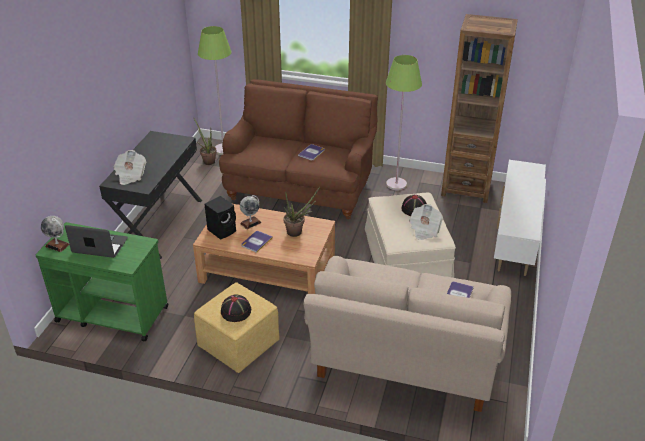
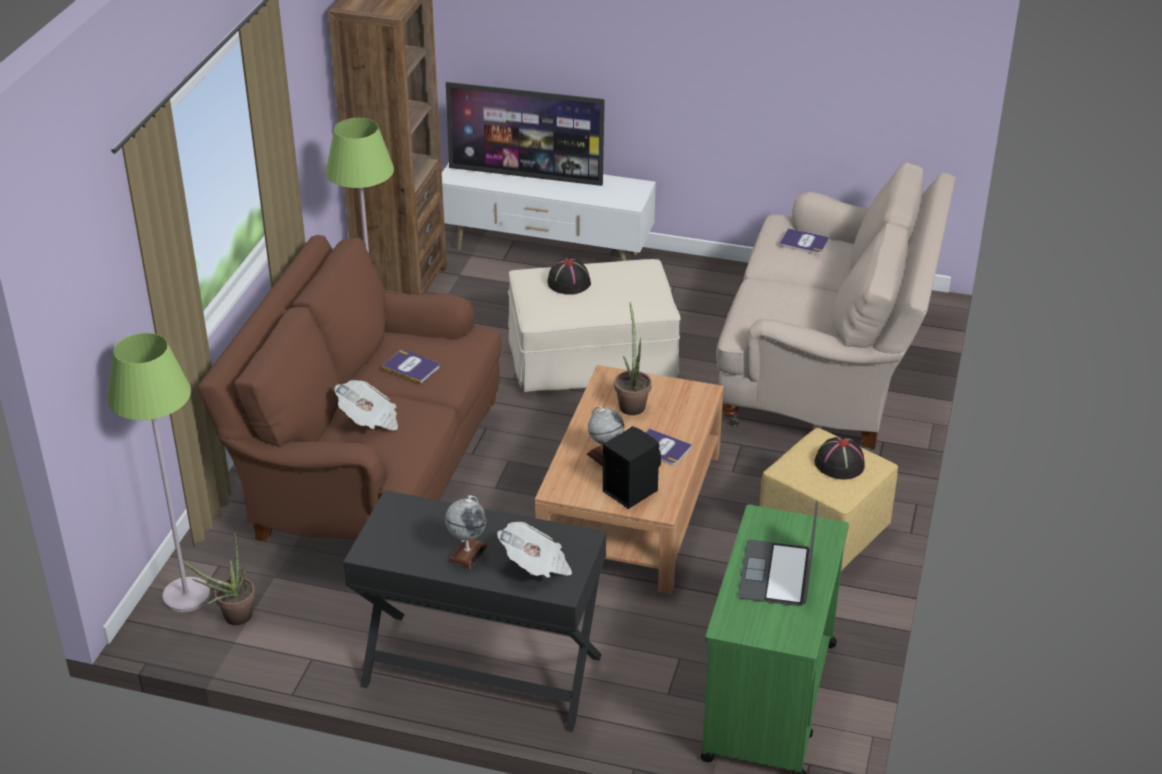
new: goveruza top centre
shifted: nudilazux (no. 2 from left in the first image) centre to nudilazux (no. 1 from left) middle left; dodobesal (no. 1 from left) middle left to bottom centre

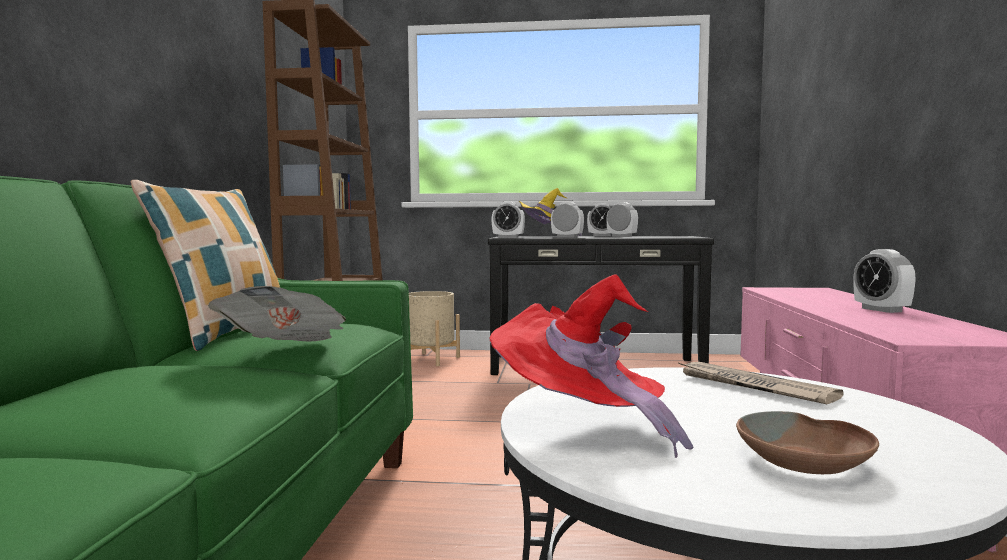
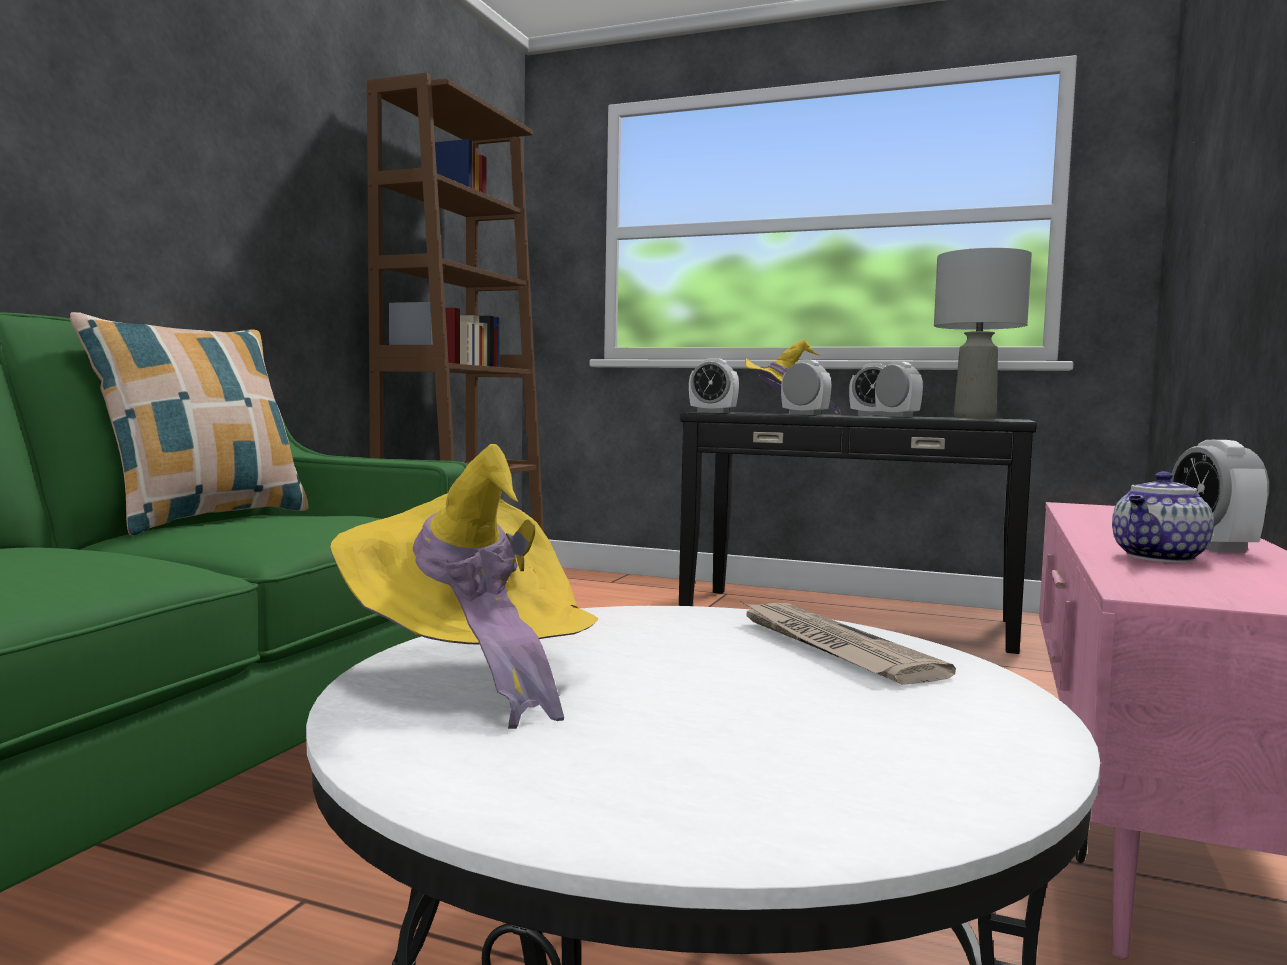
gone: nudilazux (no. 1 from left) middle left; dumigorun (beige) centre; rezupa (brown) bottom right
new: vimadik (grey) middle right; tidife middle right
repainted: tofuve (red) centre to tofuve (yellow) (no. 1 from left) centre

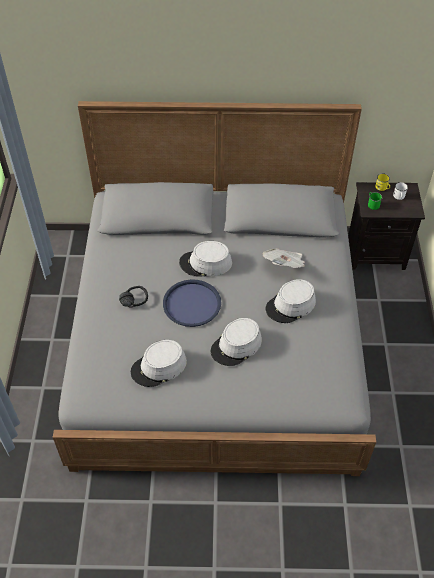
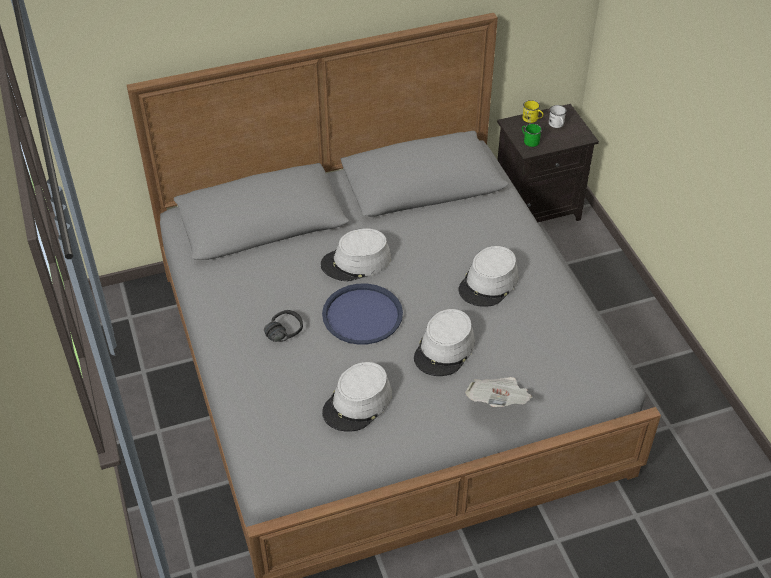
shifted: nudilazux centre to bottom centre

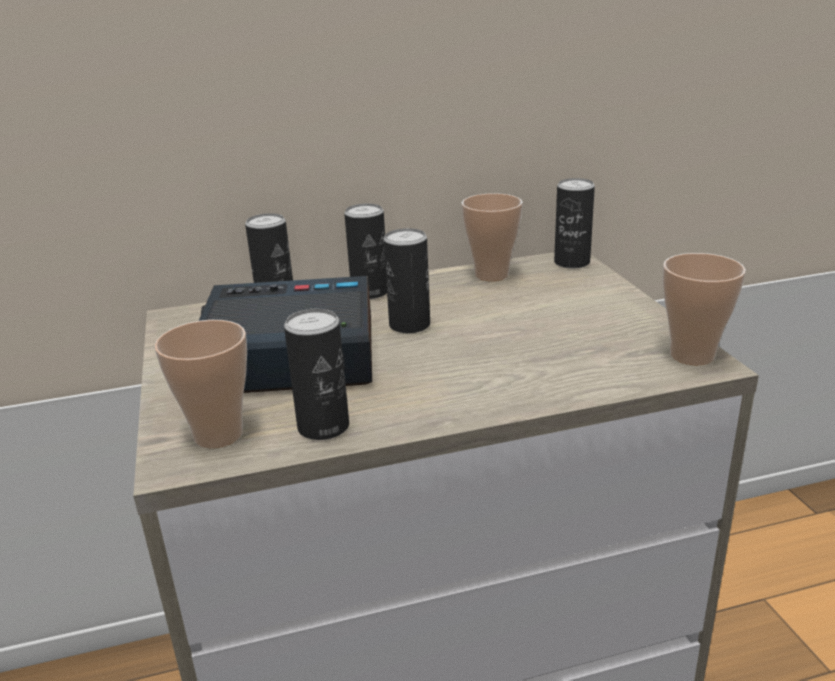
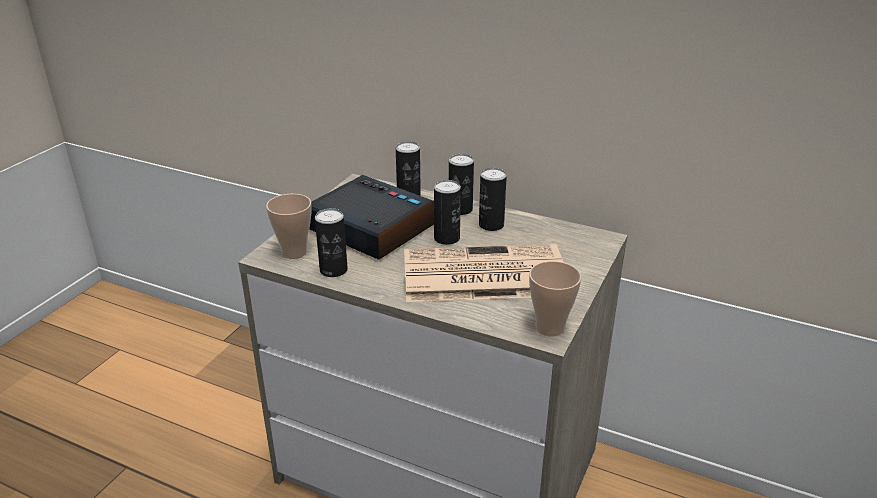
gone: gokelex (no. 2 from left) centre
new: nudilazux centre
shifted: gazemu (no. 5 from left) top right to centre

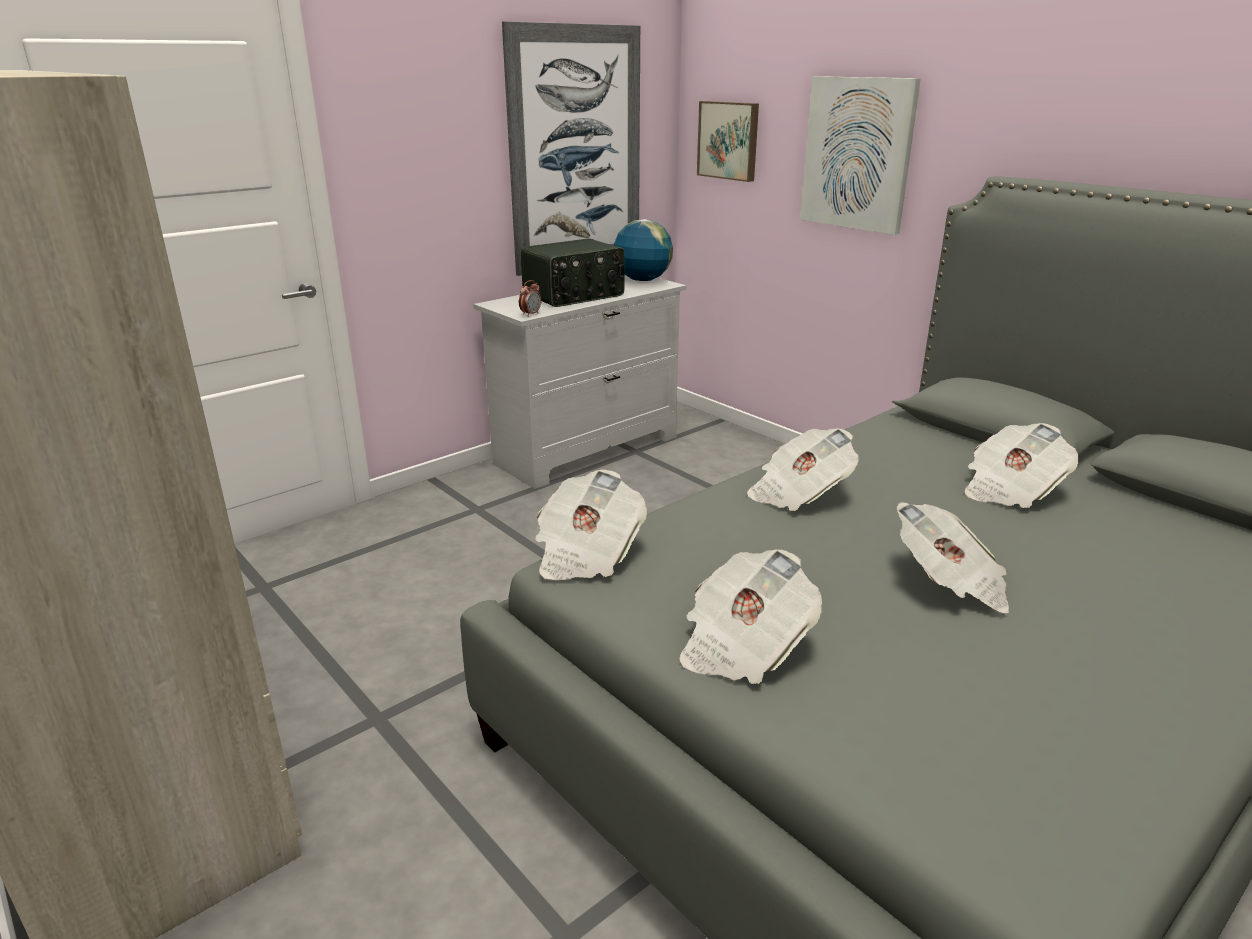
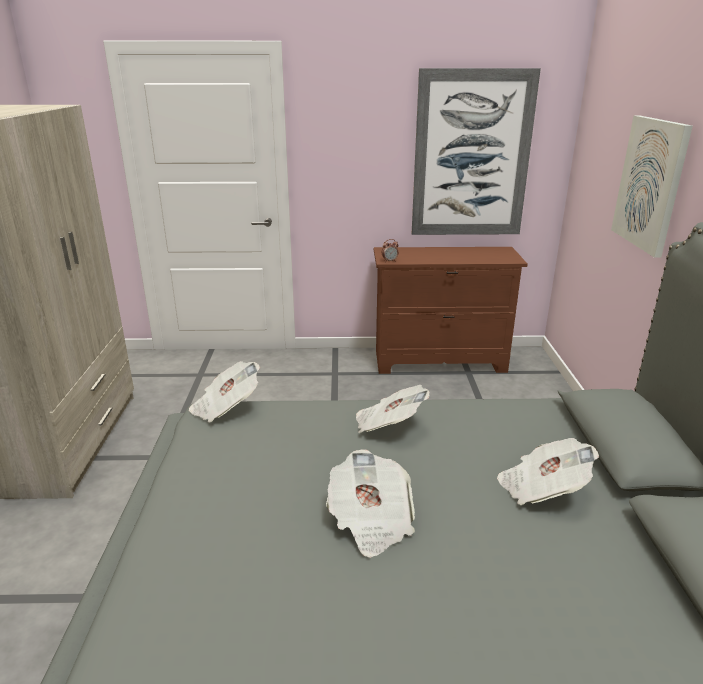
gone: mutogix (no. 2 from left) top centre; dodobesal top centre; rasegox top centre; nudilazux (no. 2 from left) centre
repainted: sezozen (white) centre to sezozen (brown) centre

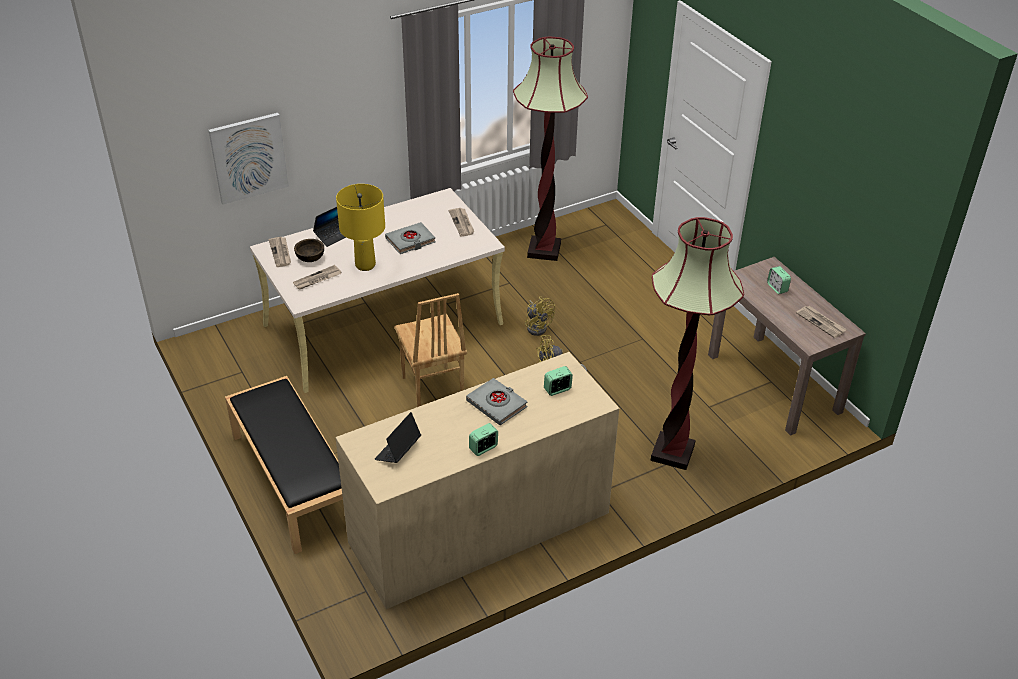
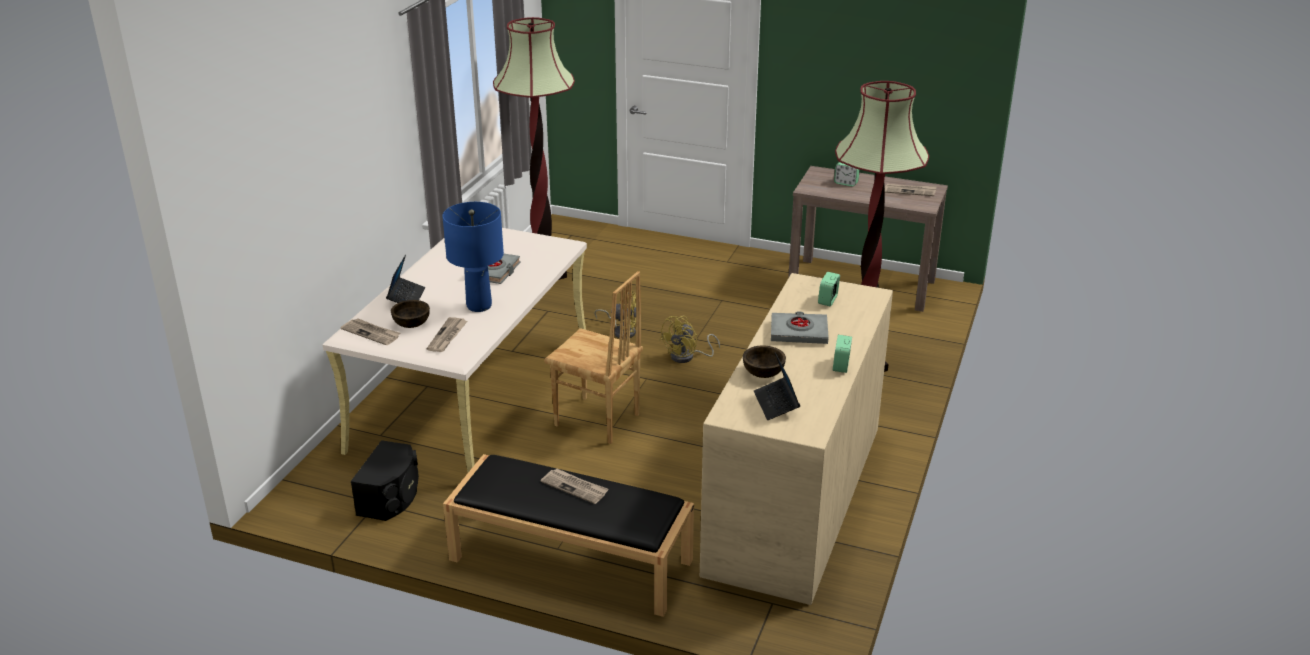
gone: mutogix top left
new: rezupa (brown) (no. 2 from left) centre; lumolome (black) bottom left
shifted: nudilazux (no. 3 from left) top centre to bottom centre
repainted: vimadik (yellow) centre to vimadik (blue) centre

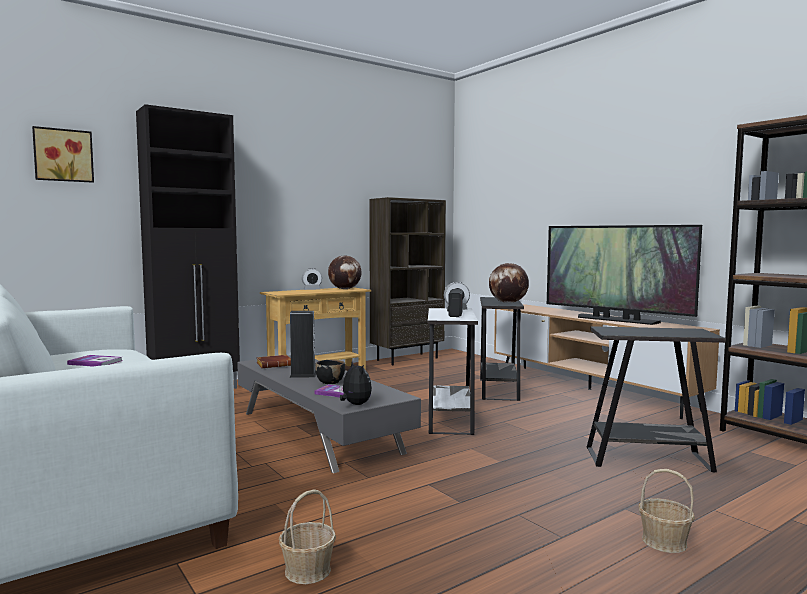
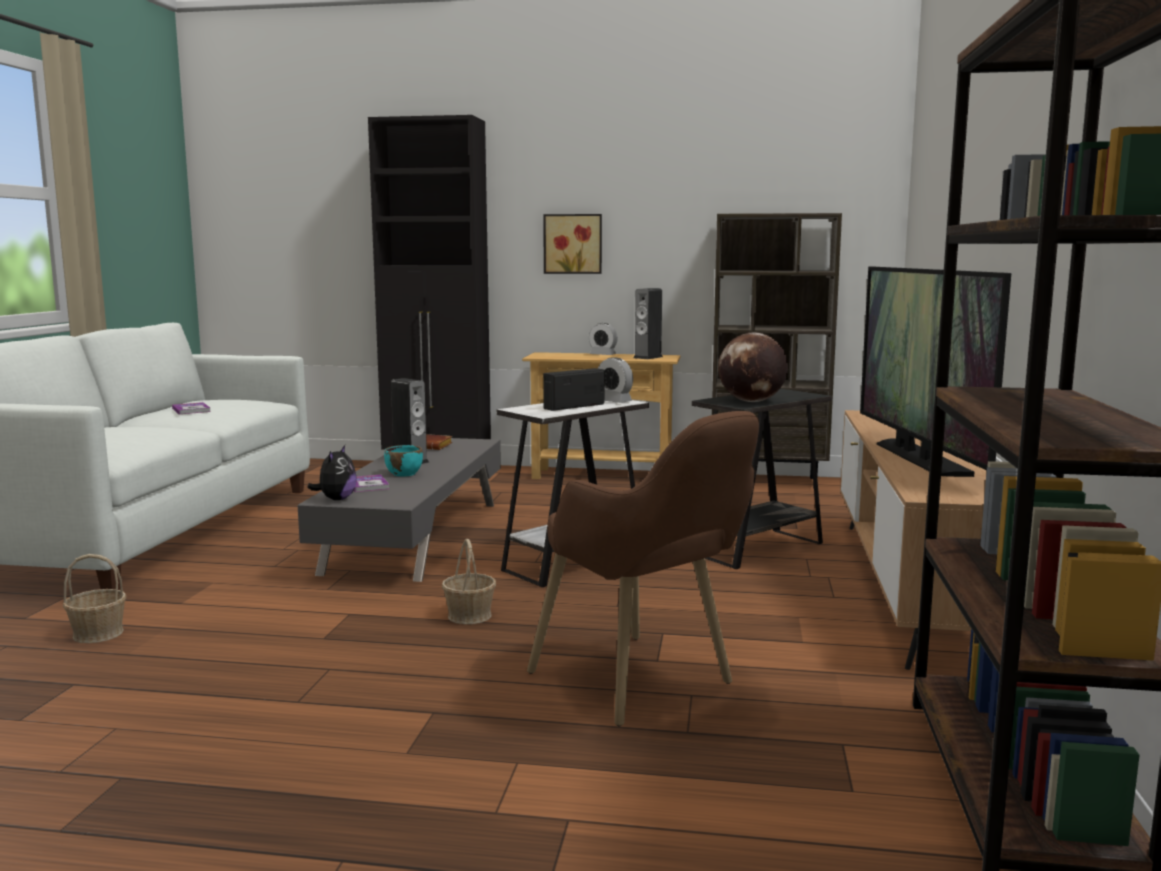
shifted: mutogix top left to top centre; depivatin (no. 2 from left) bottom right to bottom centre
swapped: dodobesal (no. 1 from left) centre to lumolome (no. 2 from left) centre; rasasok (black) (no. 2 from left) bottom right to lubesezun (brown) centre
repainted: rezupa (black) centre to rezupa (turquoise) centre

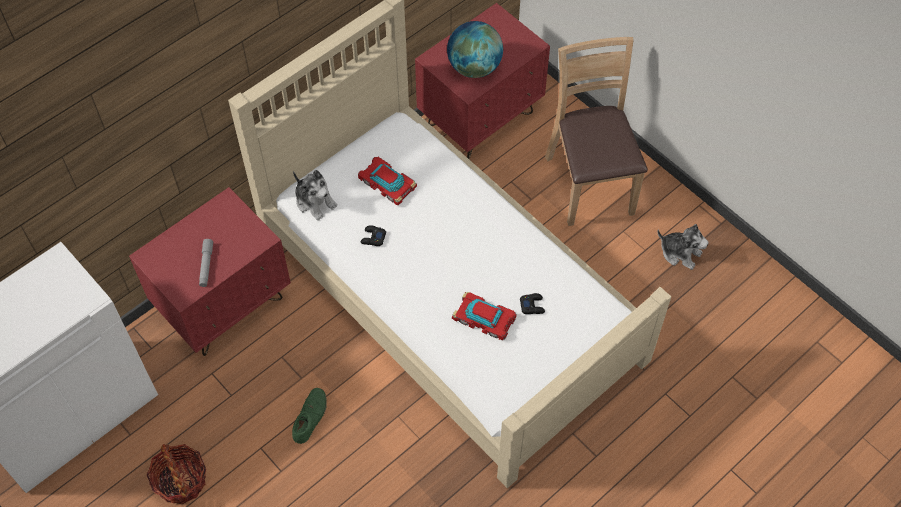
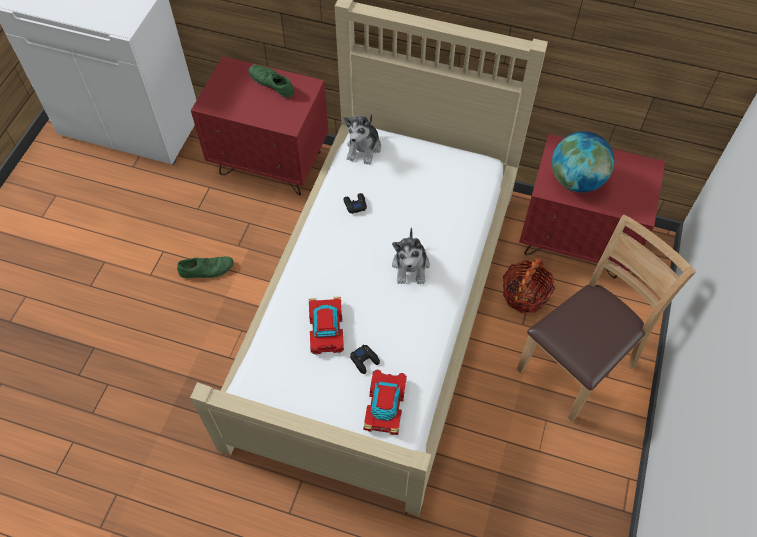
gone: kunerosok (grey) middle left
new: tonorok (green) (no. 2 from left) top centre
shifted: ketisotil (no. 1 from left in the first image) centre to ketisotil (no. 2 from left) bottom centre; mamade (no. 2 from left) middle right to centre; depivatin bottom left to middle right

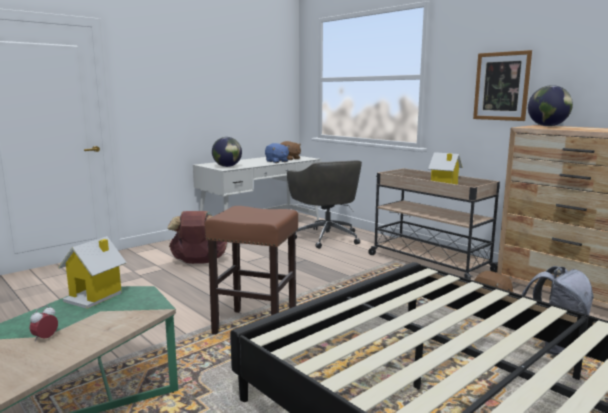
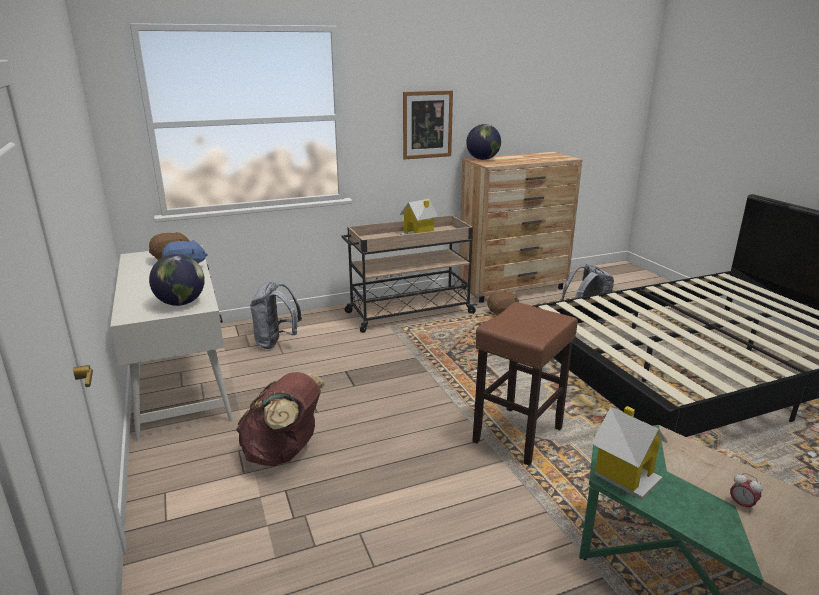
swapped: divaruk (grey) centre to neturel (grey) (no. 1 from left) centre

